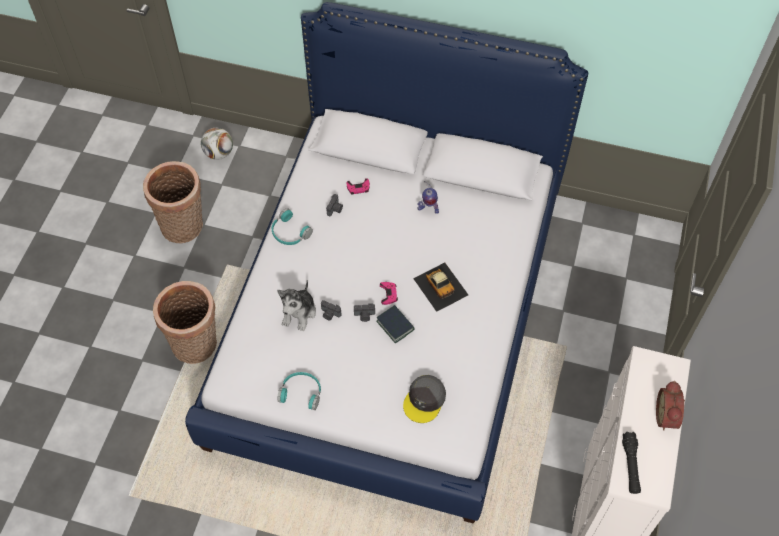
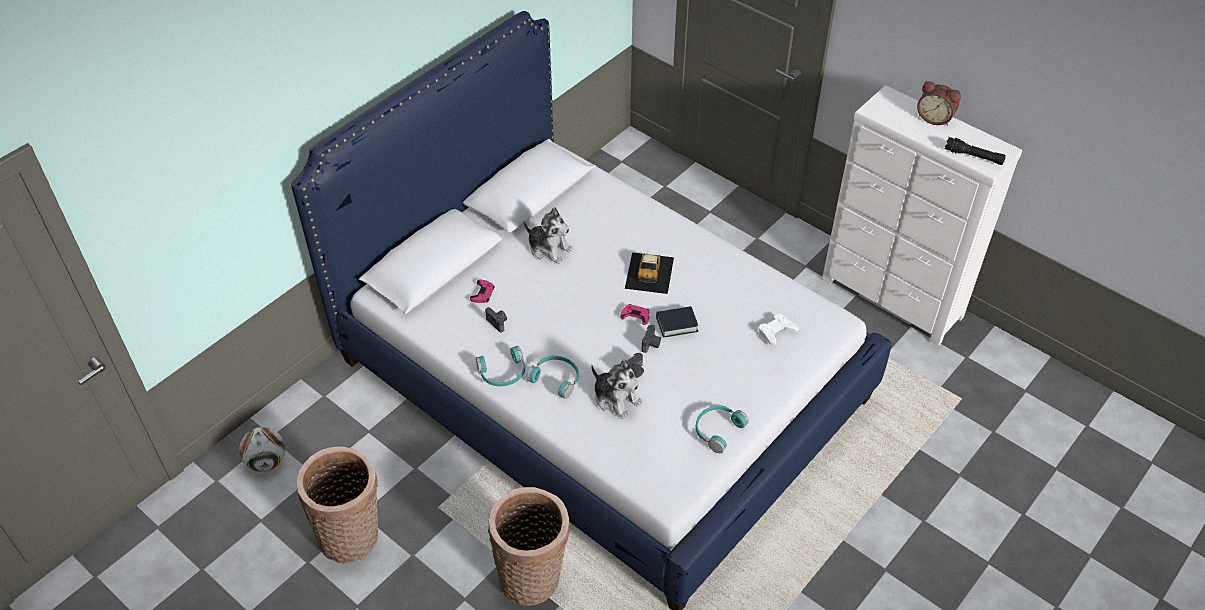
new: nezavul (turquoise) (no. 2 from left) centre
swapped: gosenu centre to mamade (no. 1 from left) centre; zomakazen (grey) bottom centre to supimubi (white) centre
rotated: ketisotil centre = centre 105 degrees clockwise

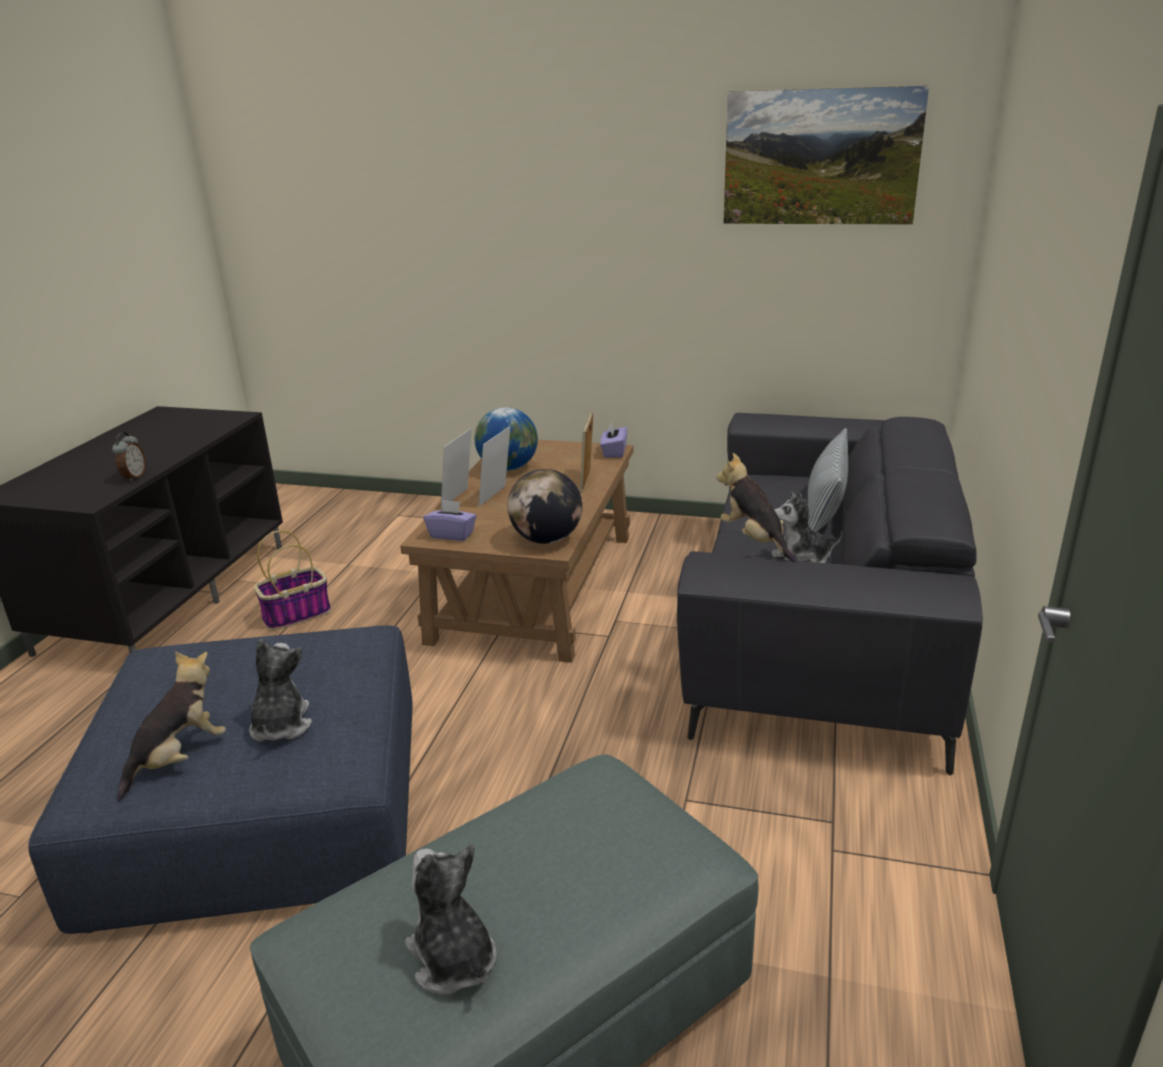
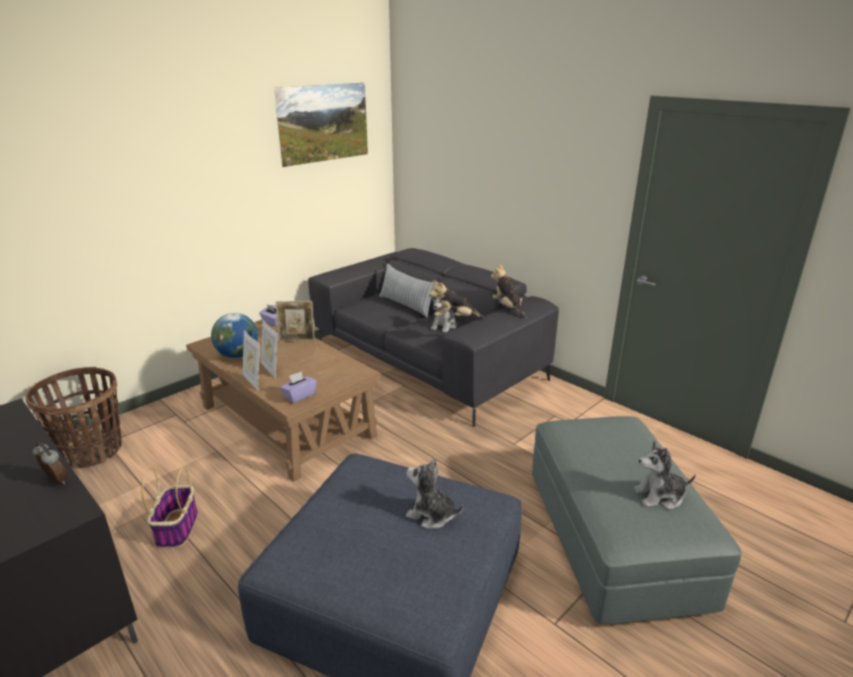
gone: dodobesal (no. 2 from left) centre
new: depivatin (no. 1 from left) middle left
shifted: mamade (no. 1 from left in the first image) bottom left to mamade (no. 4 from left) centre
rotated: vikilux (no. 3 from left) centre = centre 45 degrees counterclockwise

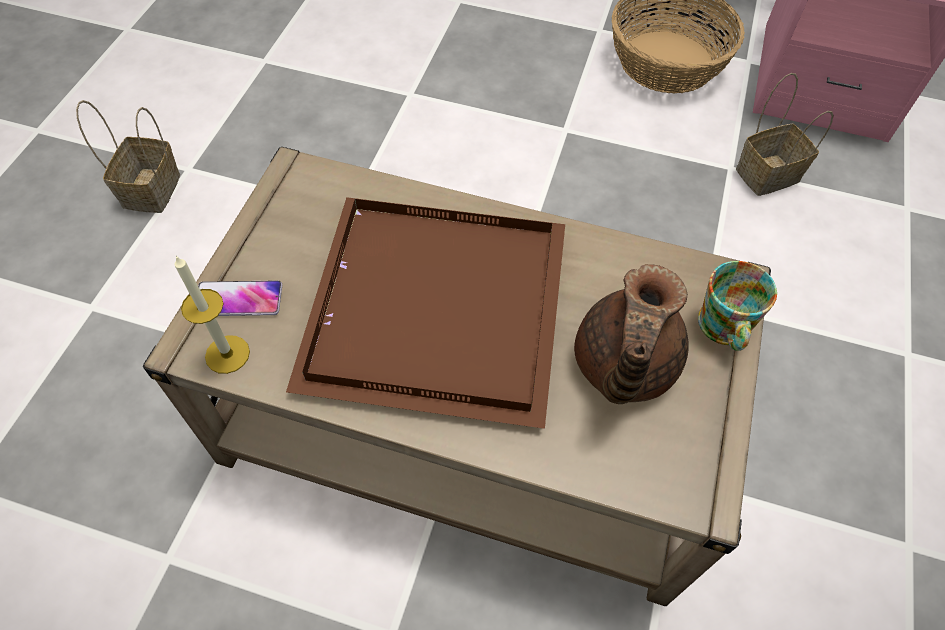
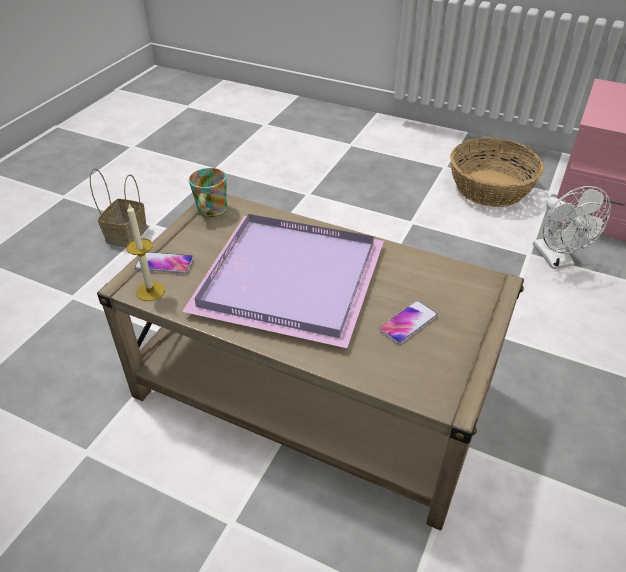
shifted: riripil middle right to middle left
swapped: depivatin (no. 3 from left) top right to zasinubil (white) middle right; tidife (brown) middle right to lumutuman (no. 2 from left) centre
repainted: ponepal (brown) centre to ponepal (purple) centre

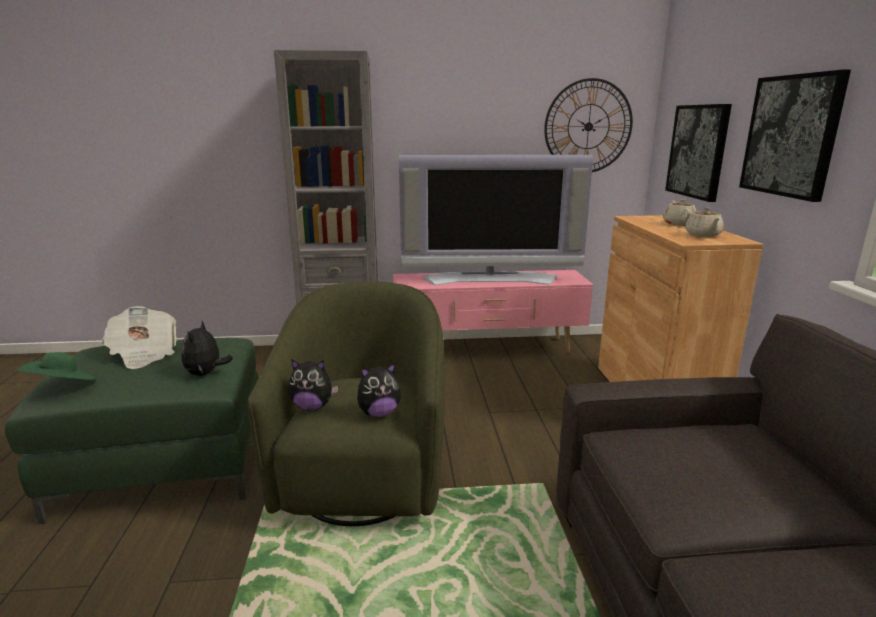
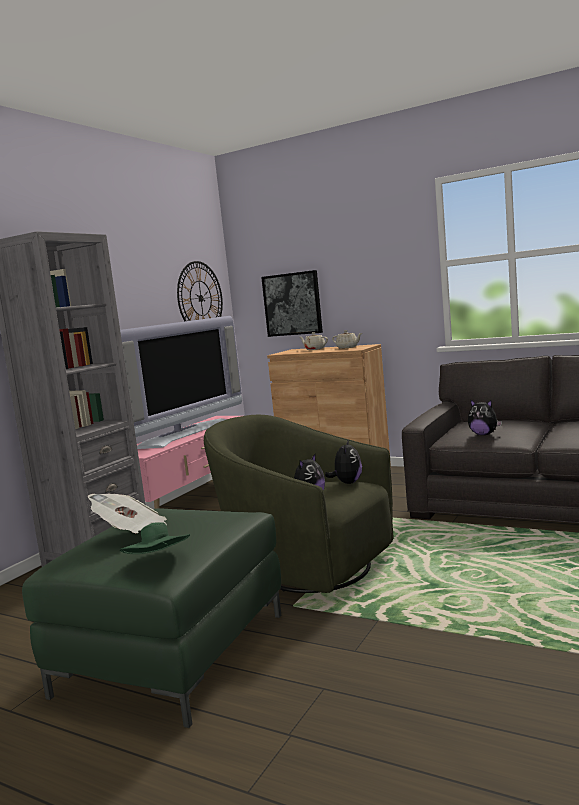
gone: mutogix (no. 2 from left) top right
shifted: mamade (no. 1 from left in the first image) middle left to mamade (no. 3 from left) middle right

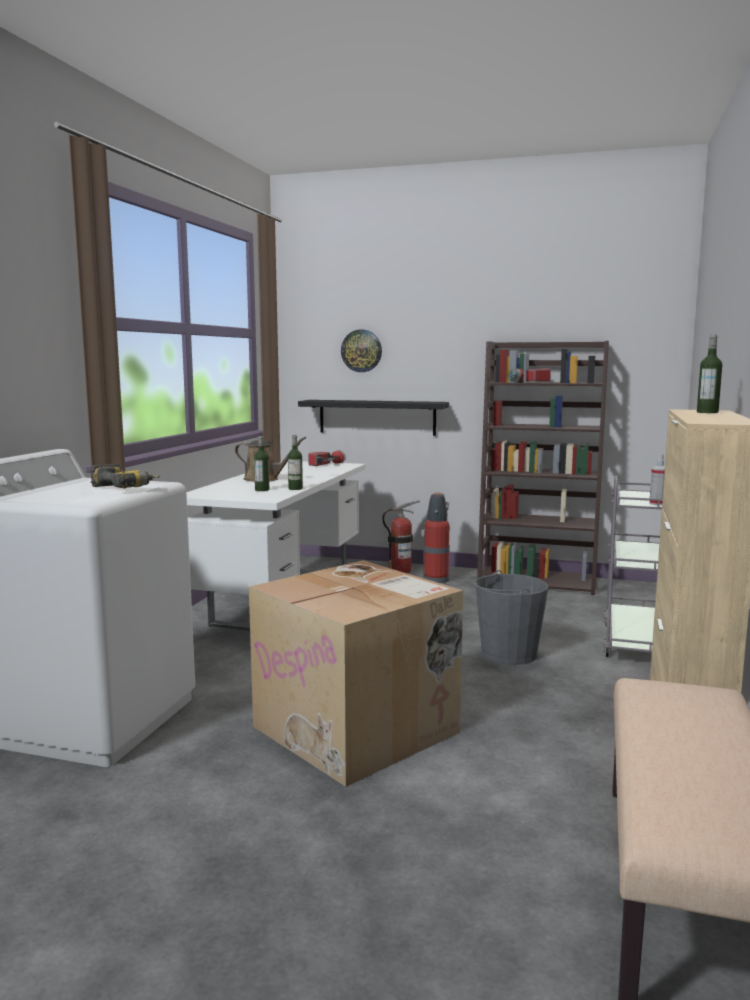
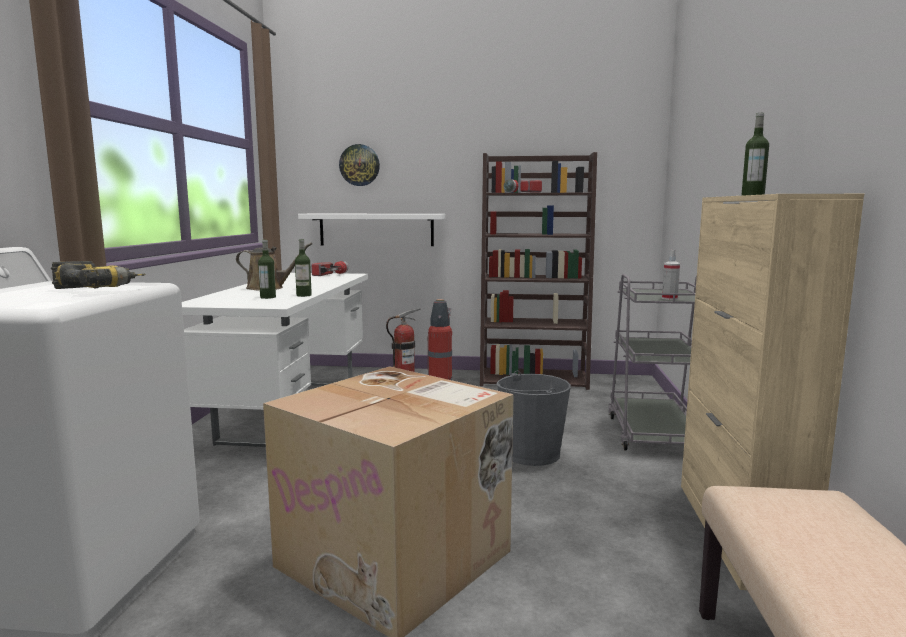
repainted: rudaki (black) centre to rudaki (white) centre

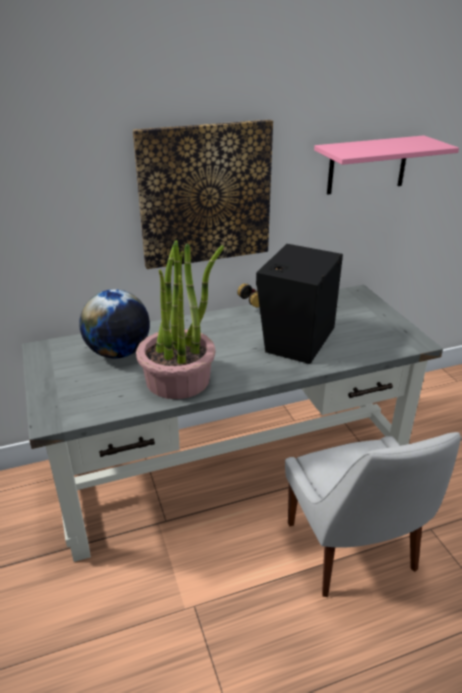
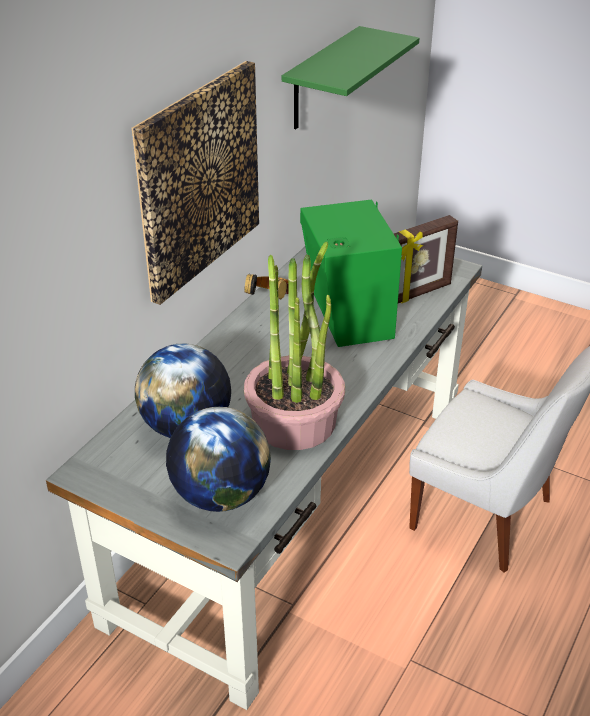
new: vikilux middle right; dodobesal (no. 2 from left) centre
repainted: rudaki (pink) top right to rudaki (green) top centre; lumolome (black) centre to lumolome (green) centre

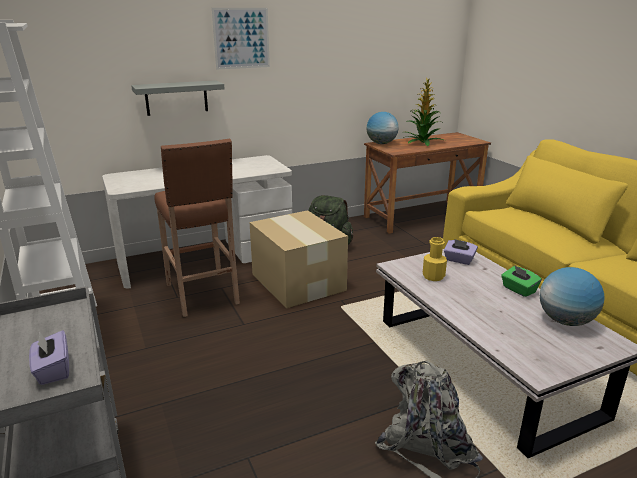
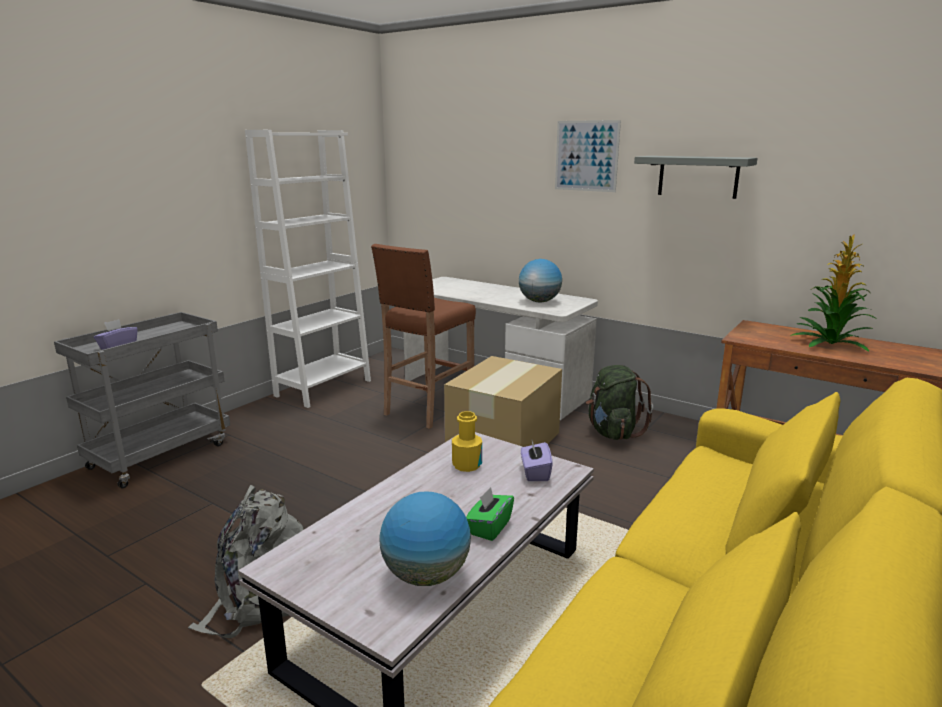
shifted: rudaki (grey) top left to top right; dodobesal (no. 1 from left in the first image) top centre to dodobesal (no. 2 from left) centre

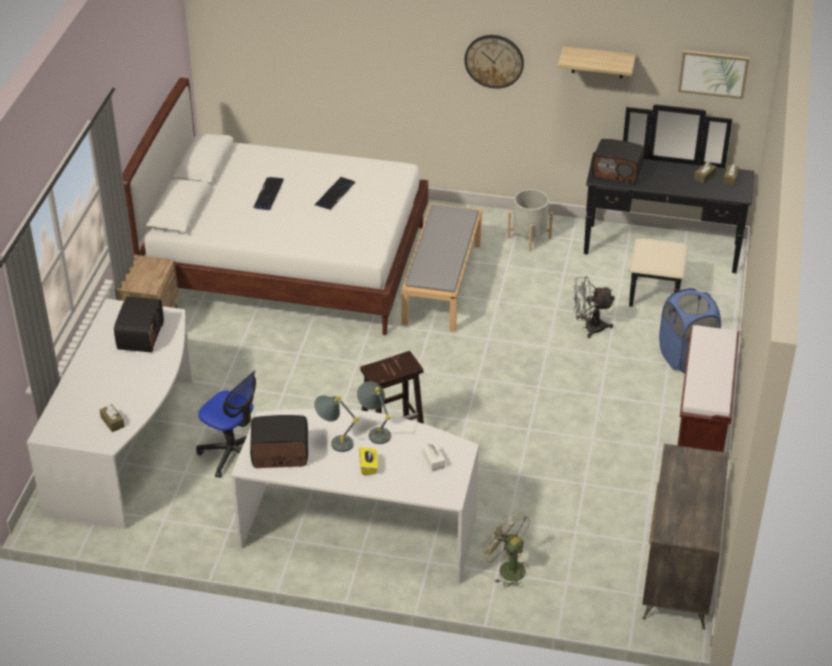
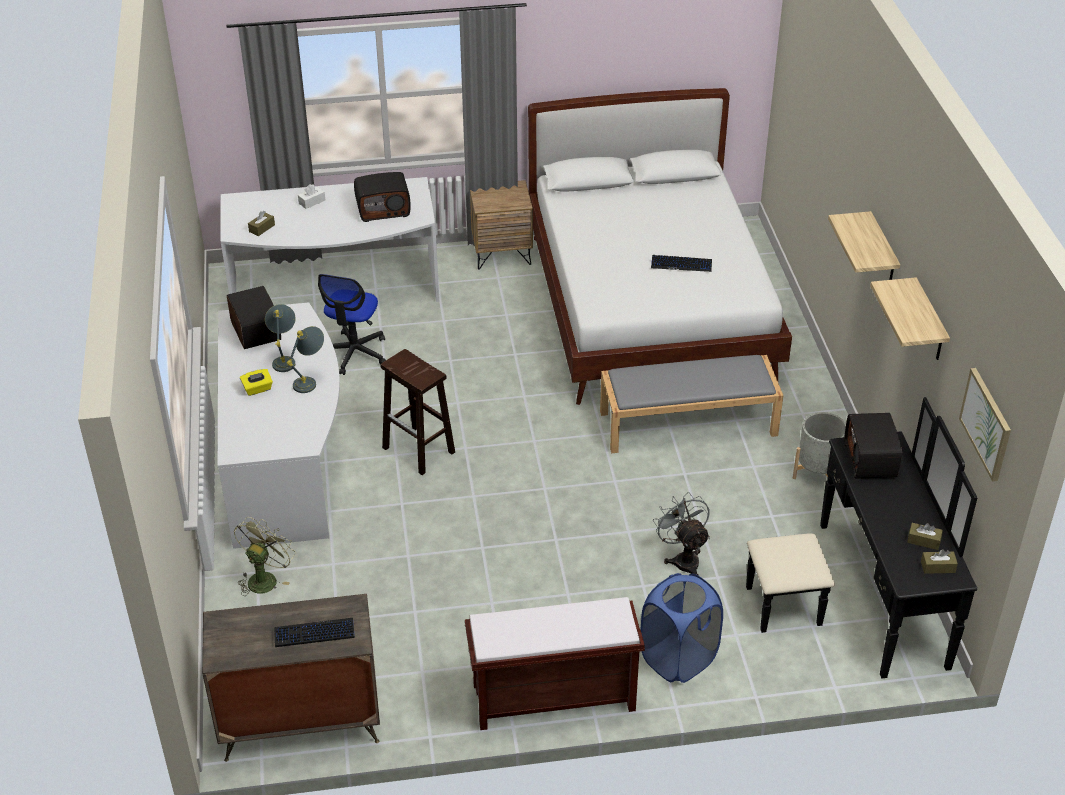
shifted: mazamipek (no. 1 from left) top left to bottom left; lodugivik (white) bottom centre to top left
swapped: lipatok top centre to rudaki (no. 1 from left) top right

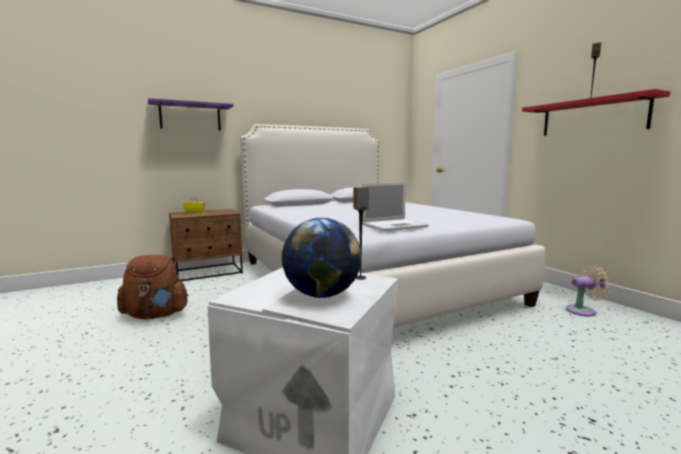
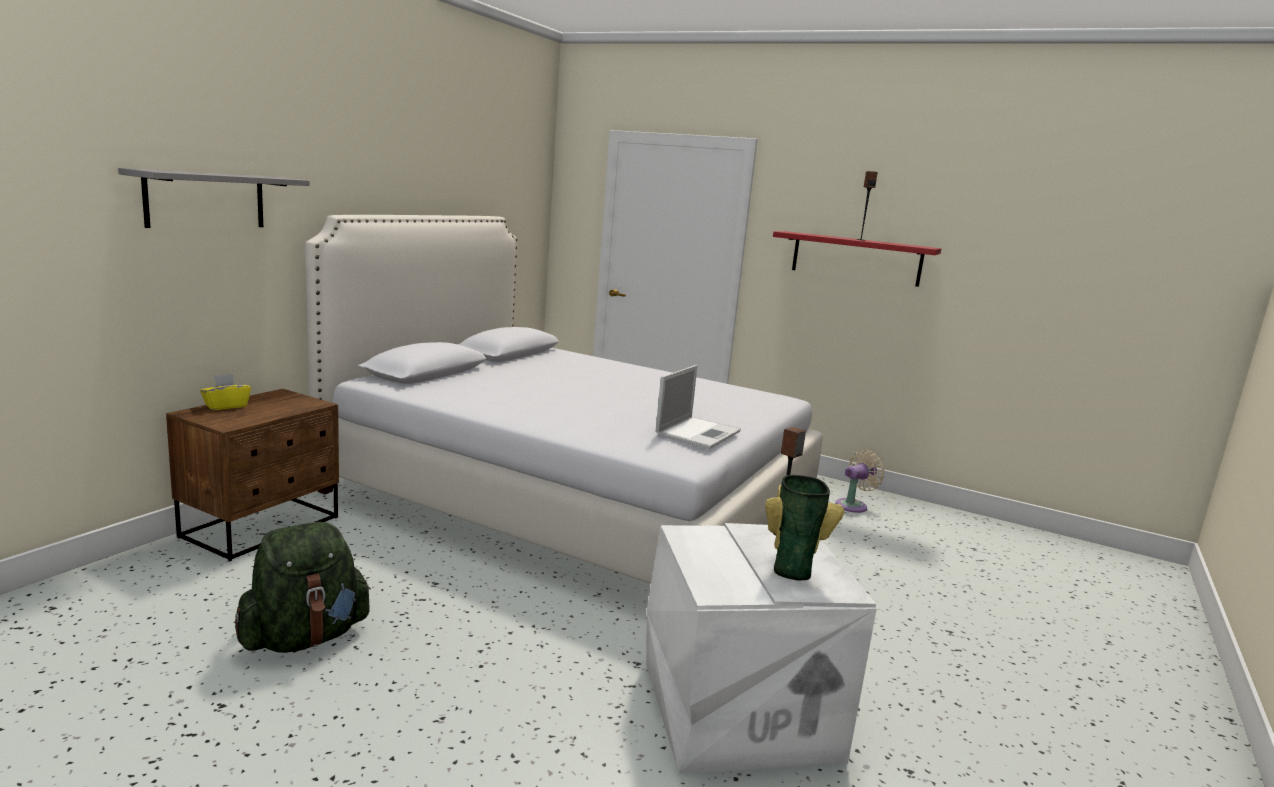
swapped: dodobesal centre to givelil bottom centre
repainted: rudaki (purple) top left to rudaki (grey) top left; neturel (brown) middle left to neturel (green) bottom left

